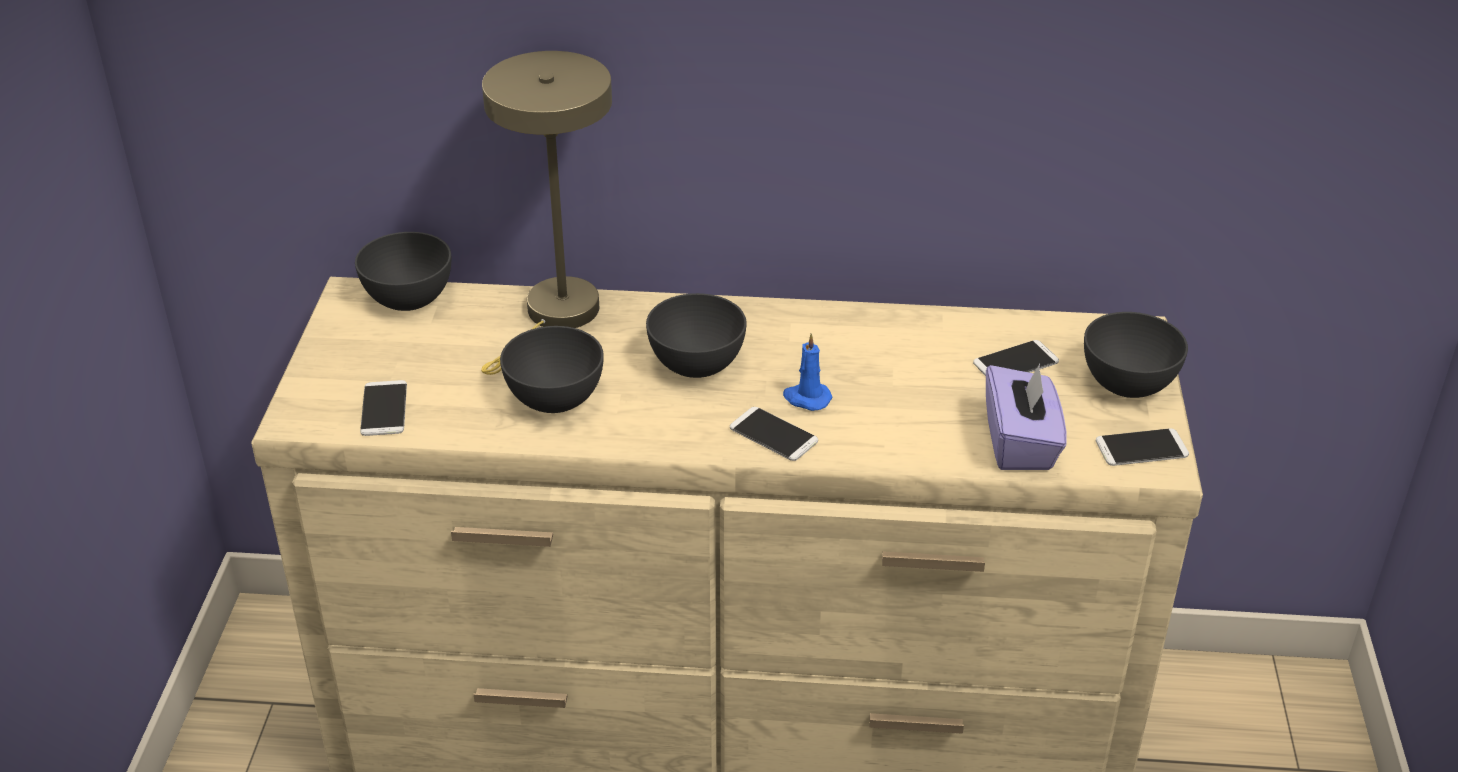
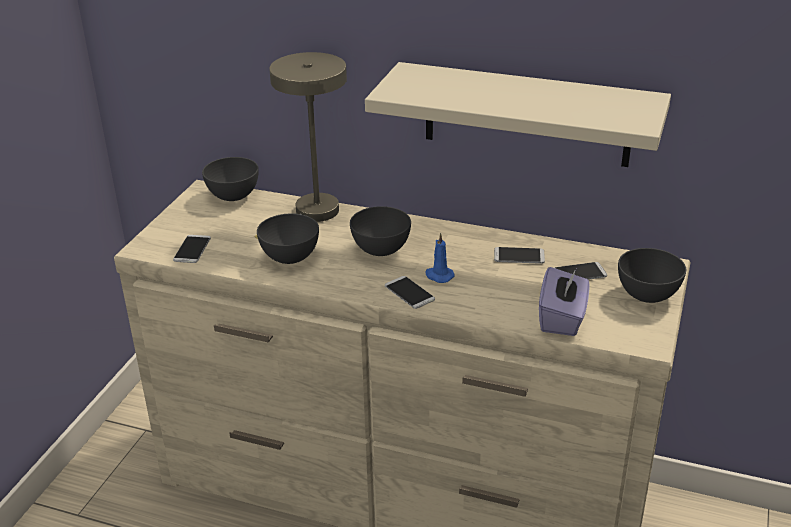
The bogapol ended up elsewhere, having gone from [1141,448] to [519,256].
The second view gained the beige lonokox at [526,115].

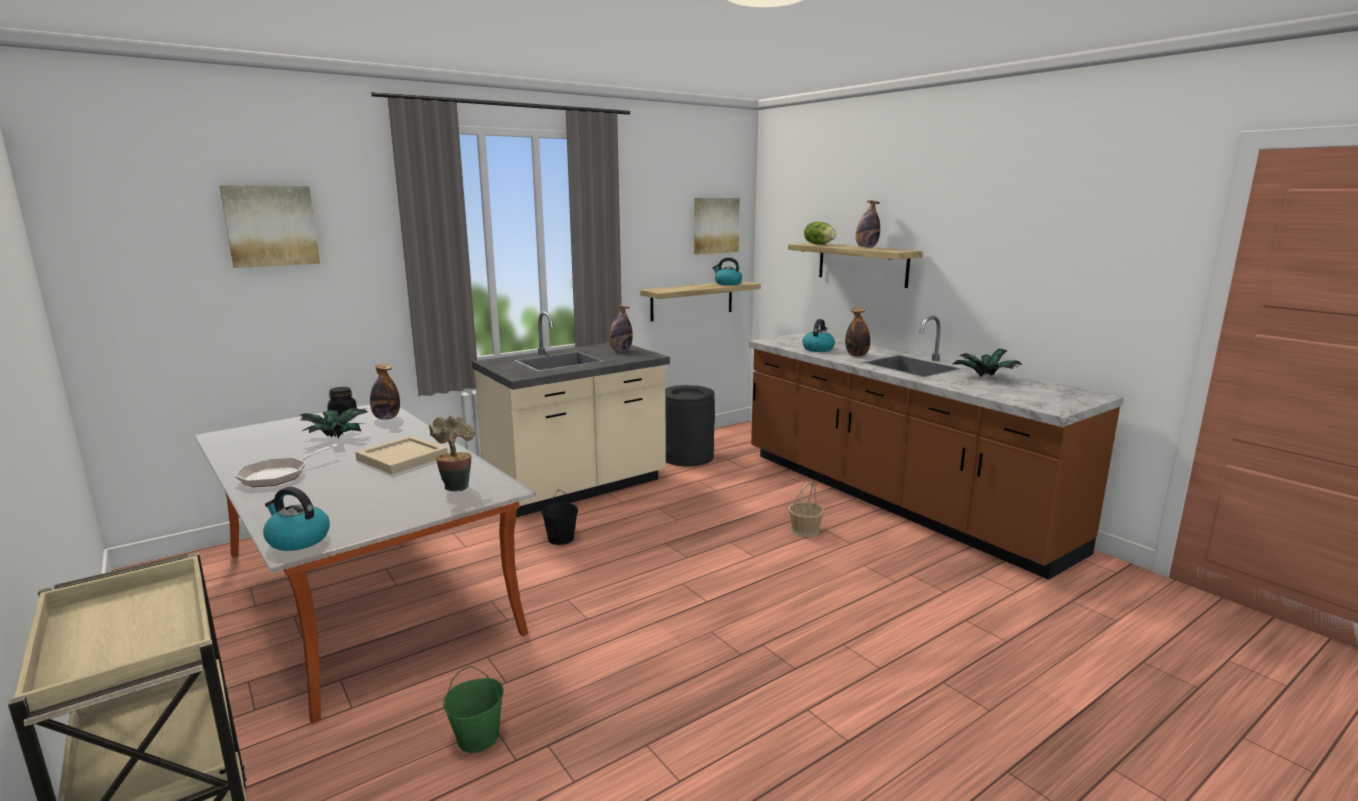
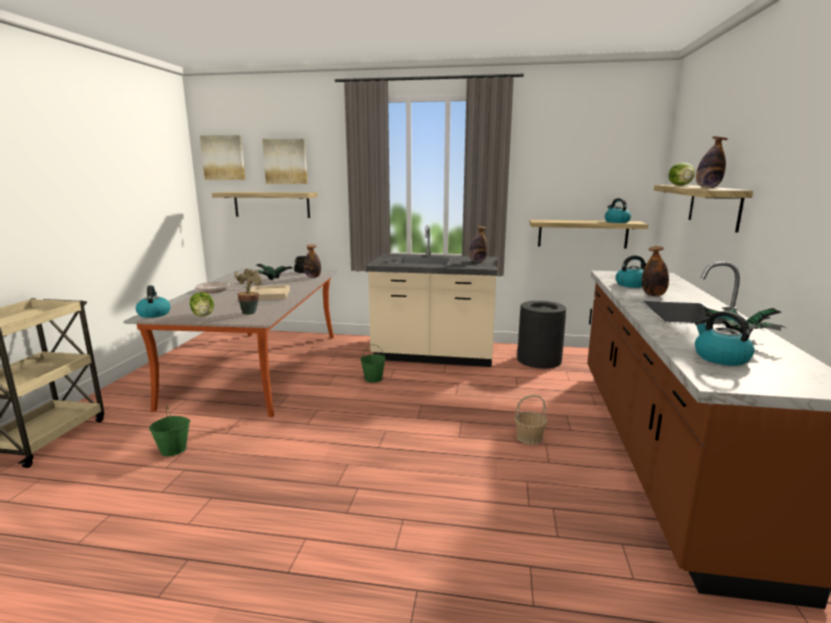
The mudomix ended up elsewhere, having gone from [715,225] to [223,157].
What was the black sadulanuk at [560,539] turned into the green sadulanuk at [373,379].
The second view gained the lonokox at [271,204].
The second view gained the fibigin at [204,315].
The second view gained the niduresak at [720,358].

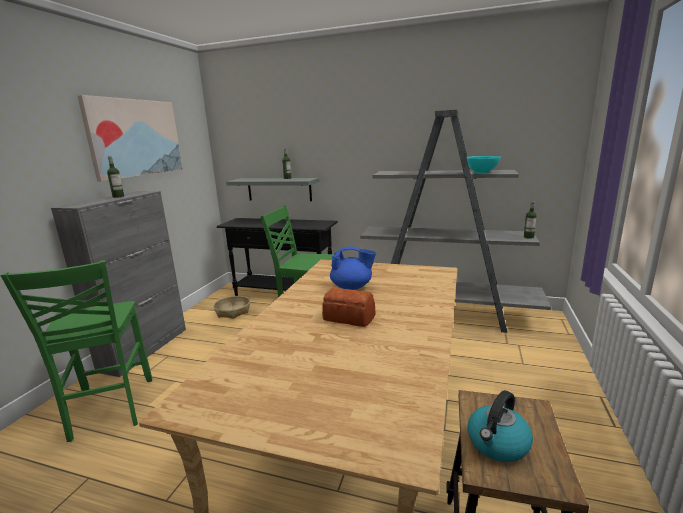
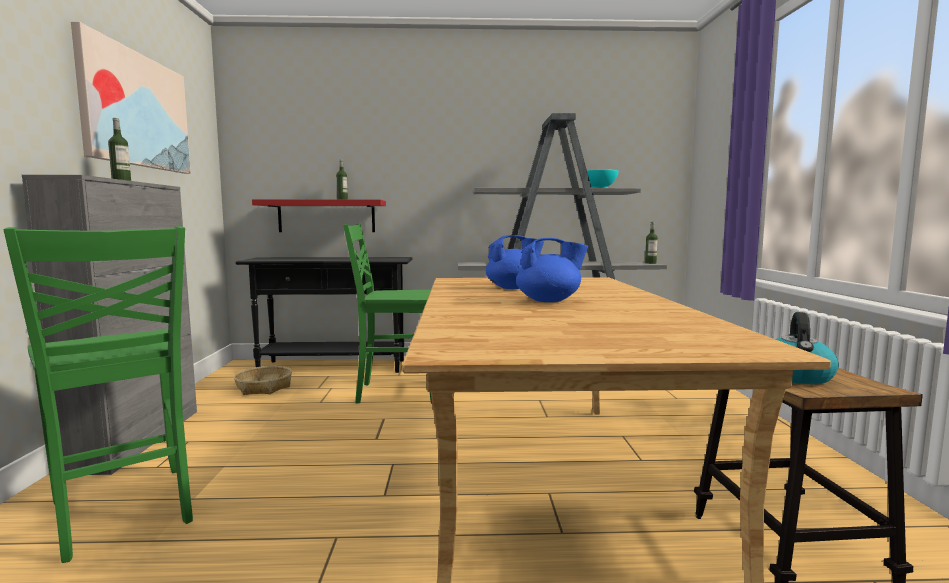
What was the grey lonokox at [279,189] turned into the red lonokox at [326,216].
Where the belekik stood at [350,318], the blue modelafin came to stand at [549,301].

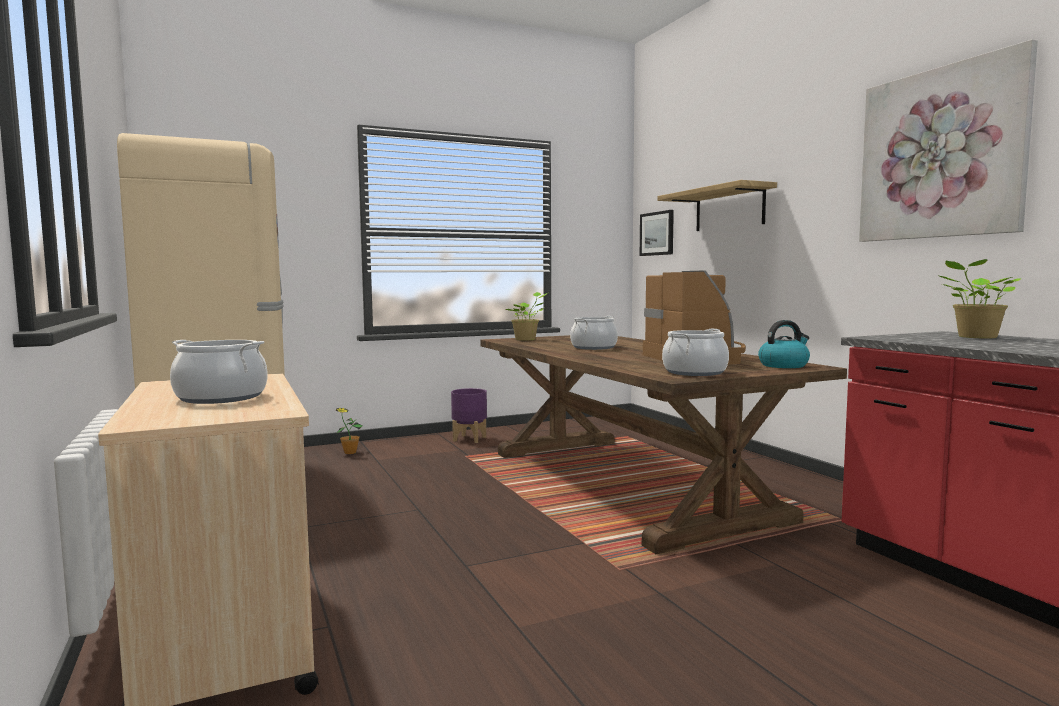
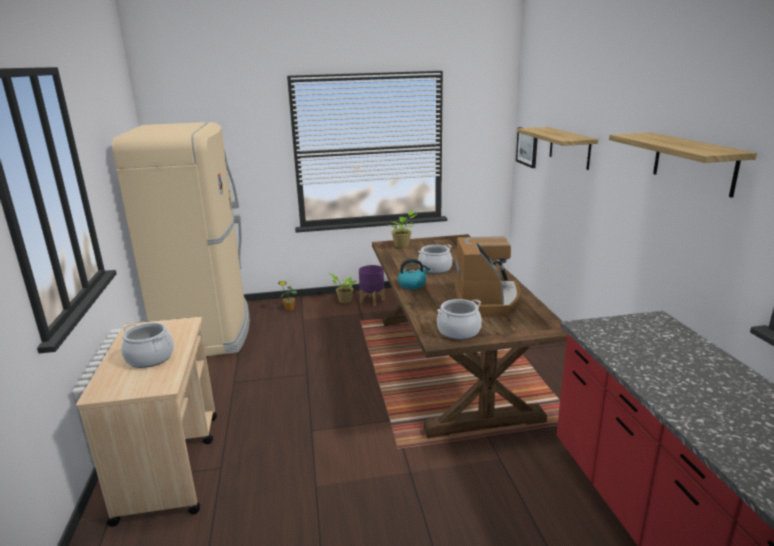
Where the mudomix hung at [940,153], the lonokox came to hang at [693,163].
The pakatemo ended up elsewhere, having gone from [975,337] to [344,301].
The niduresak ended up elsewhere, having gone from [784,365] to [412,284].

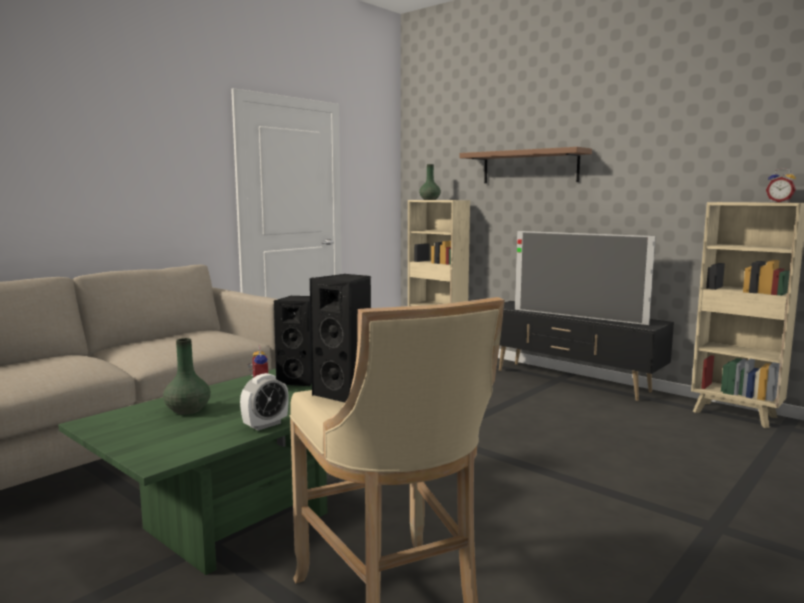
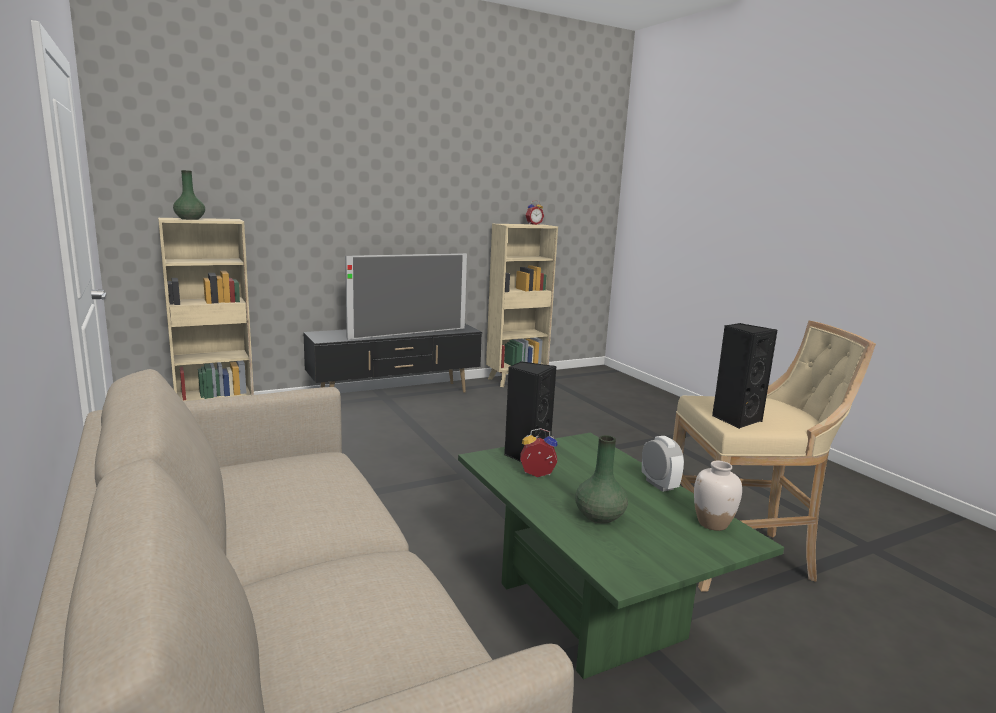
The second view lost the brown lonokox at [529,167].
The second view gained the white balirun at [712,524].

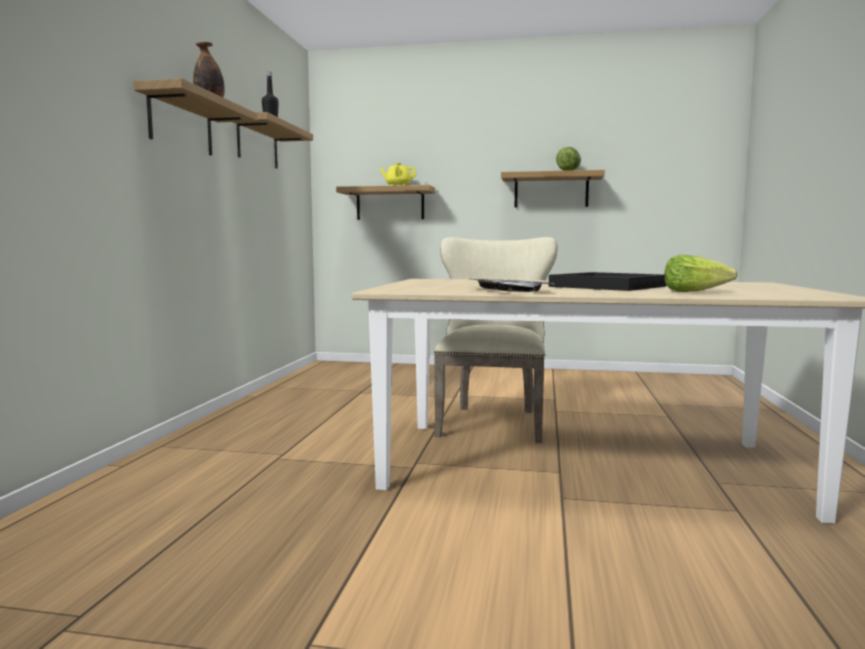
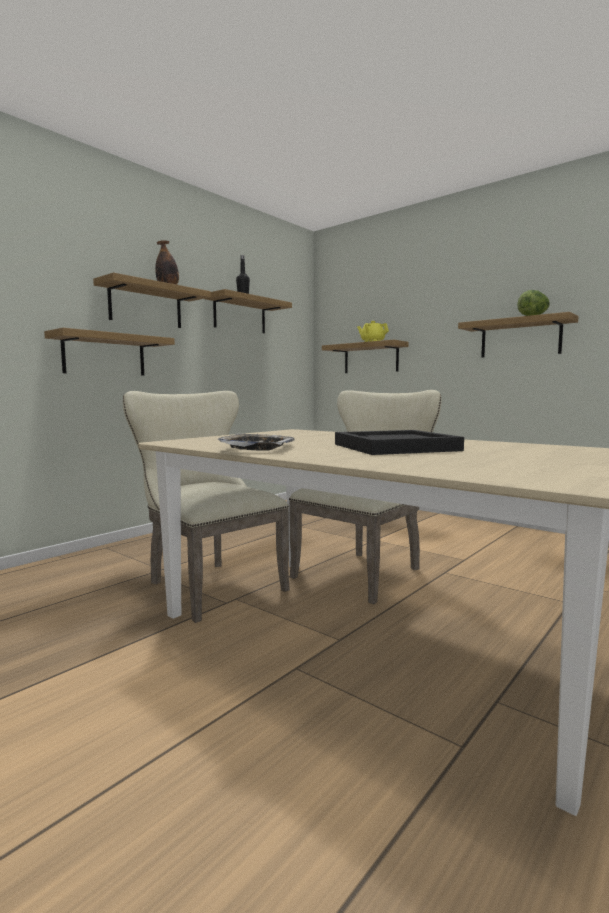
The second view lost the fibigin at [694,292].
The second view gained the lonokox at [104,355].
The second view gained the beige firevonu at [208,585].

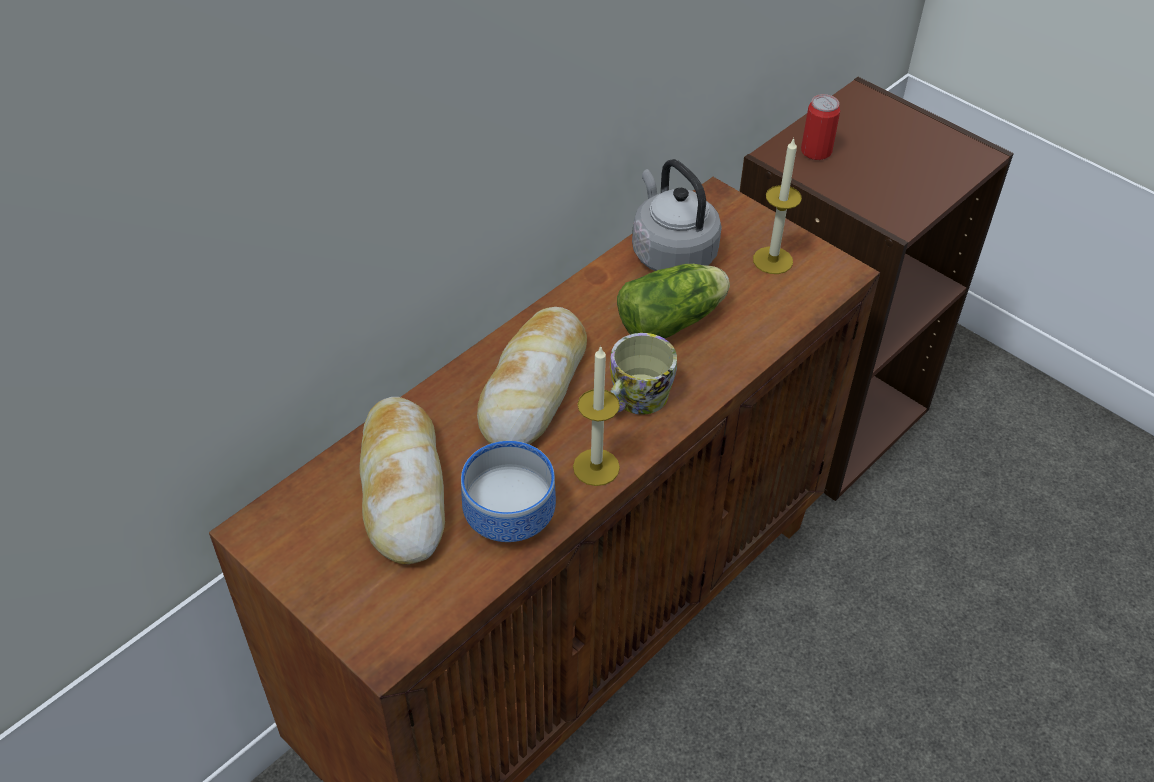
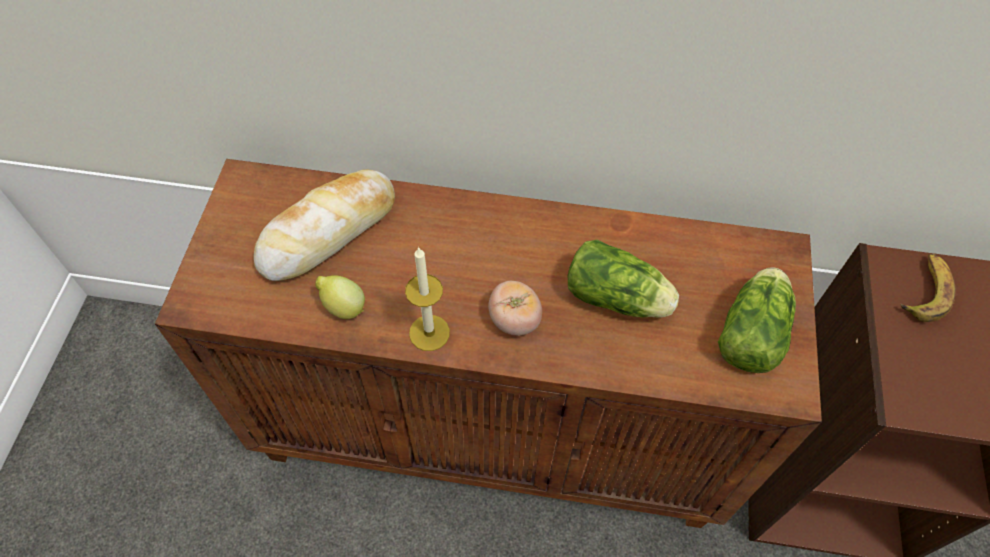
Where the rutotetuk stood at [816,151], the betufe came to stand at [925,291].
Where the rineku stood at [772,260], the fibigin came to stand at [752,330].
The second view lost the grey niduresak at [671,252].
The second view lost the belekik at [534,387].
Where the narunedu stood at [635,400], the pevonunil came to stand at [514,320].
Where the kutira stood at [508,519], the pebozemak came to stand at [343,307].

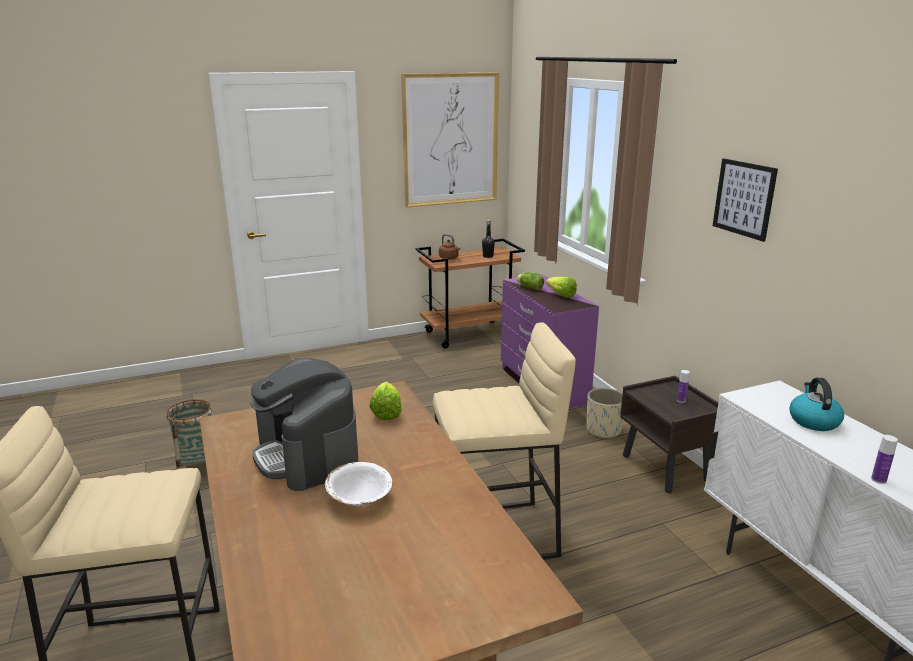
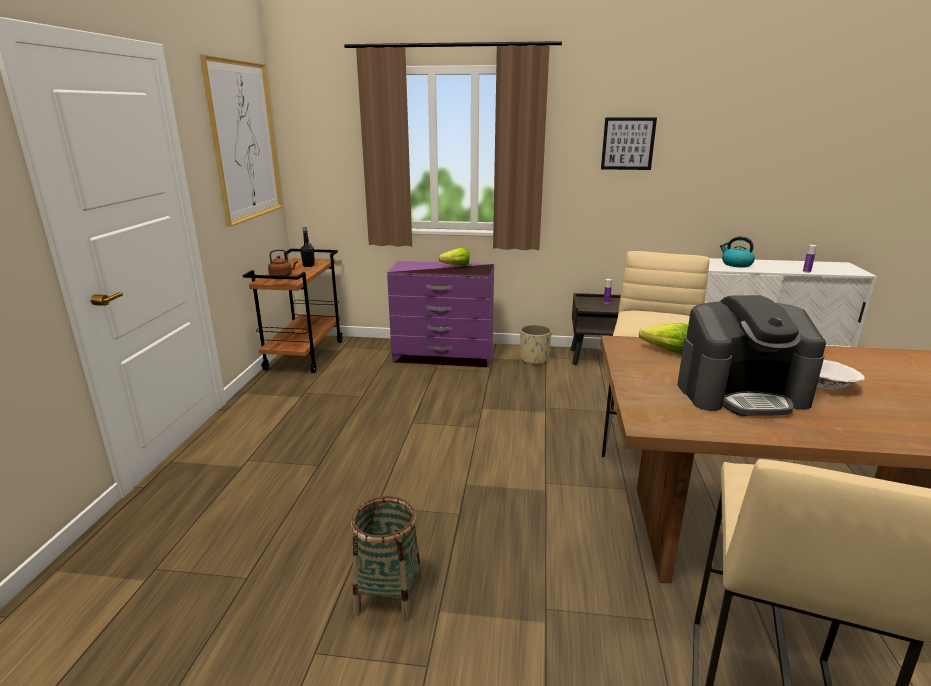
The second view lost the fibigin at [529,287].

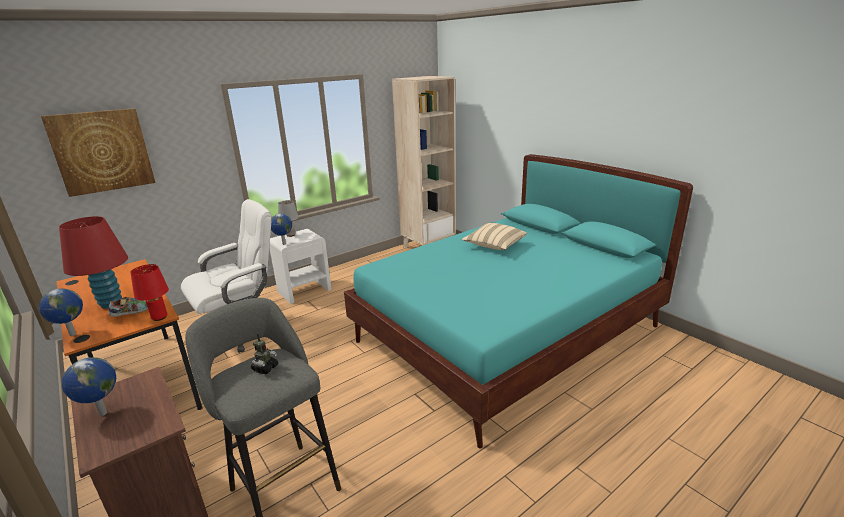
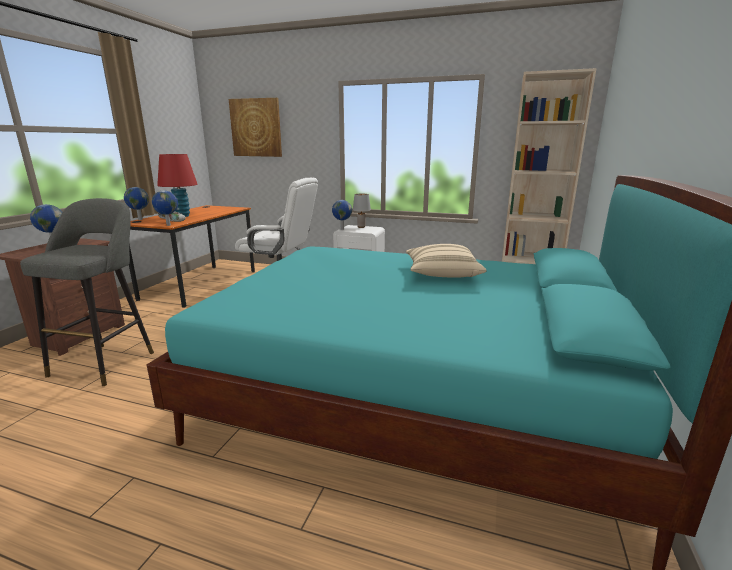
Where the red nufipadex stood at [159,318], the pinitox came to stand at [168,225].
The second view lost the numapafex at [265,368].

